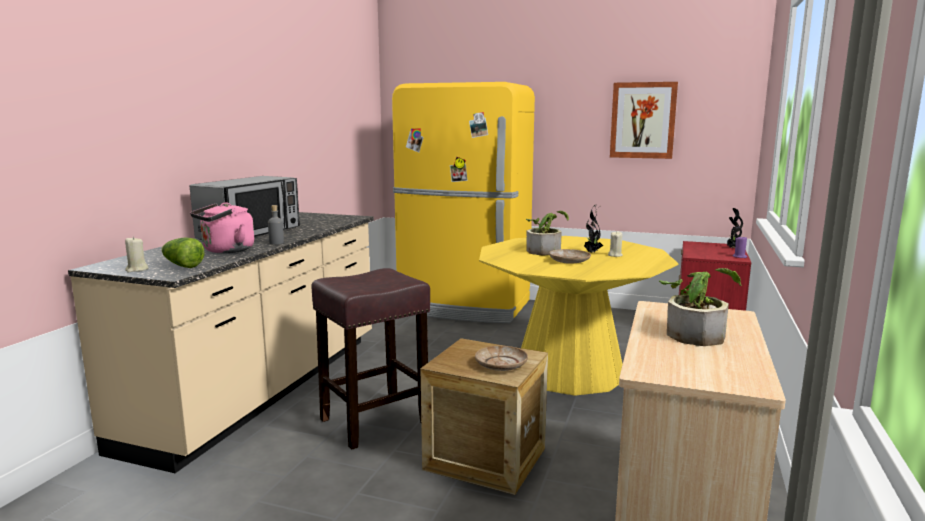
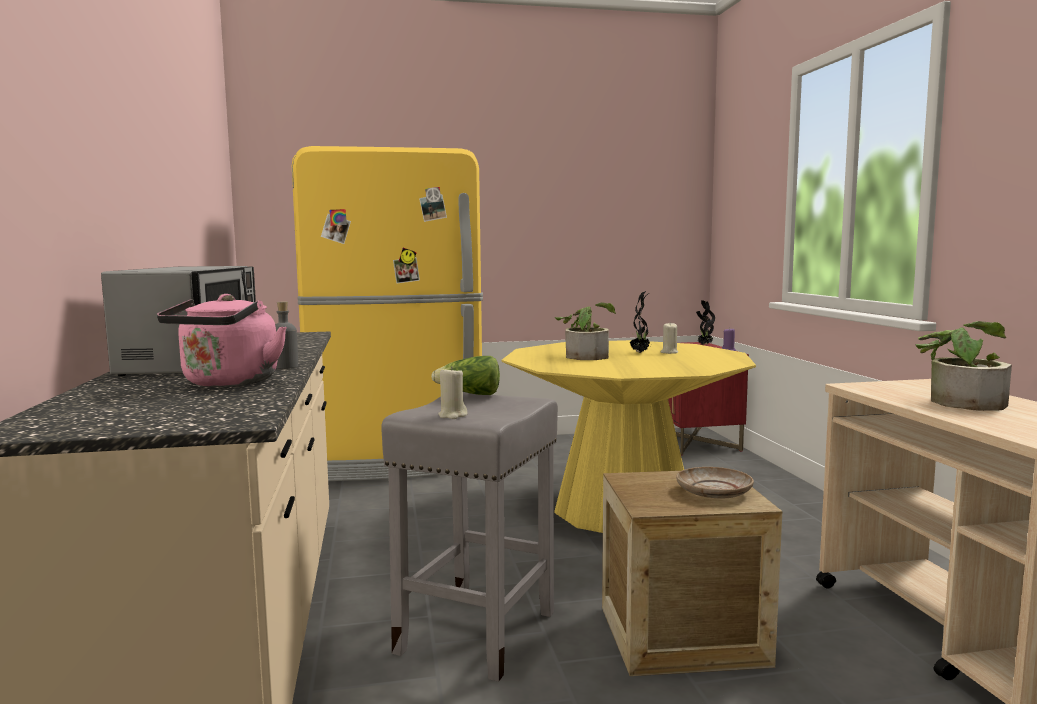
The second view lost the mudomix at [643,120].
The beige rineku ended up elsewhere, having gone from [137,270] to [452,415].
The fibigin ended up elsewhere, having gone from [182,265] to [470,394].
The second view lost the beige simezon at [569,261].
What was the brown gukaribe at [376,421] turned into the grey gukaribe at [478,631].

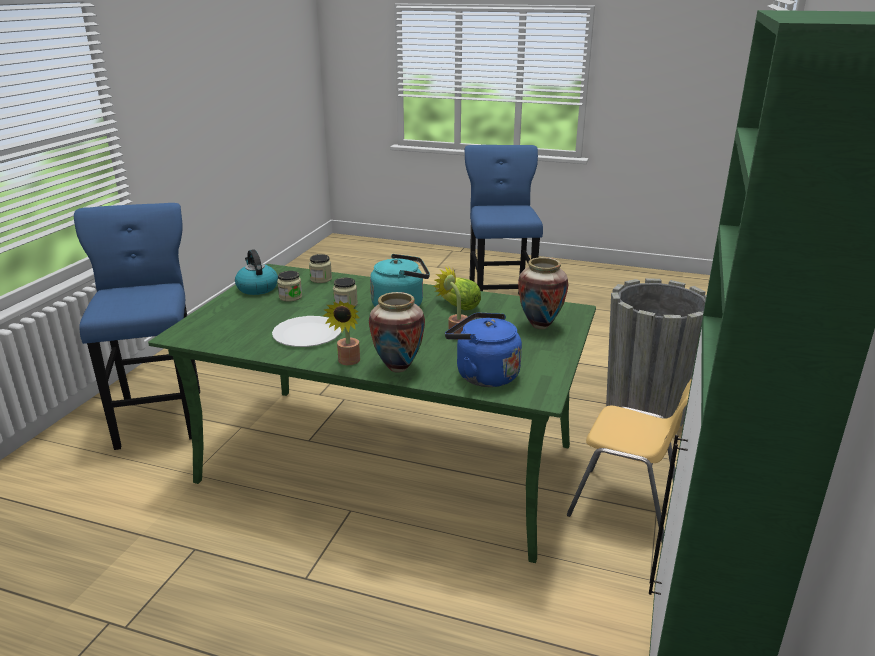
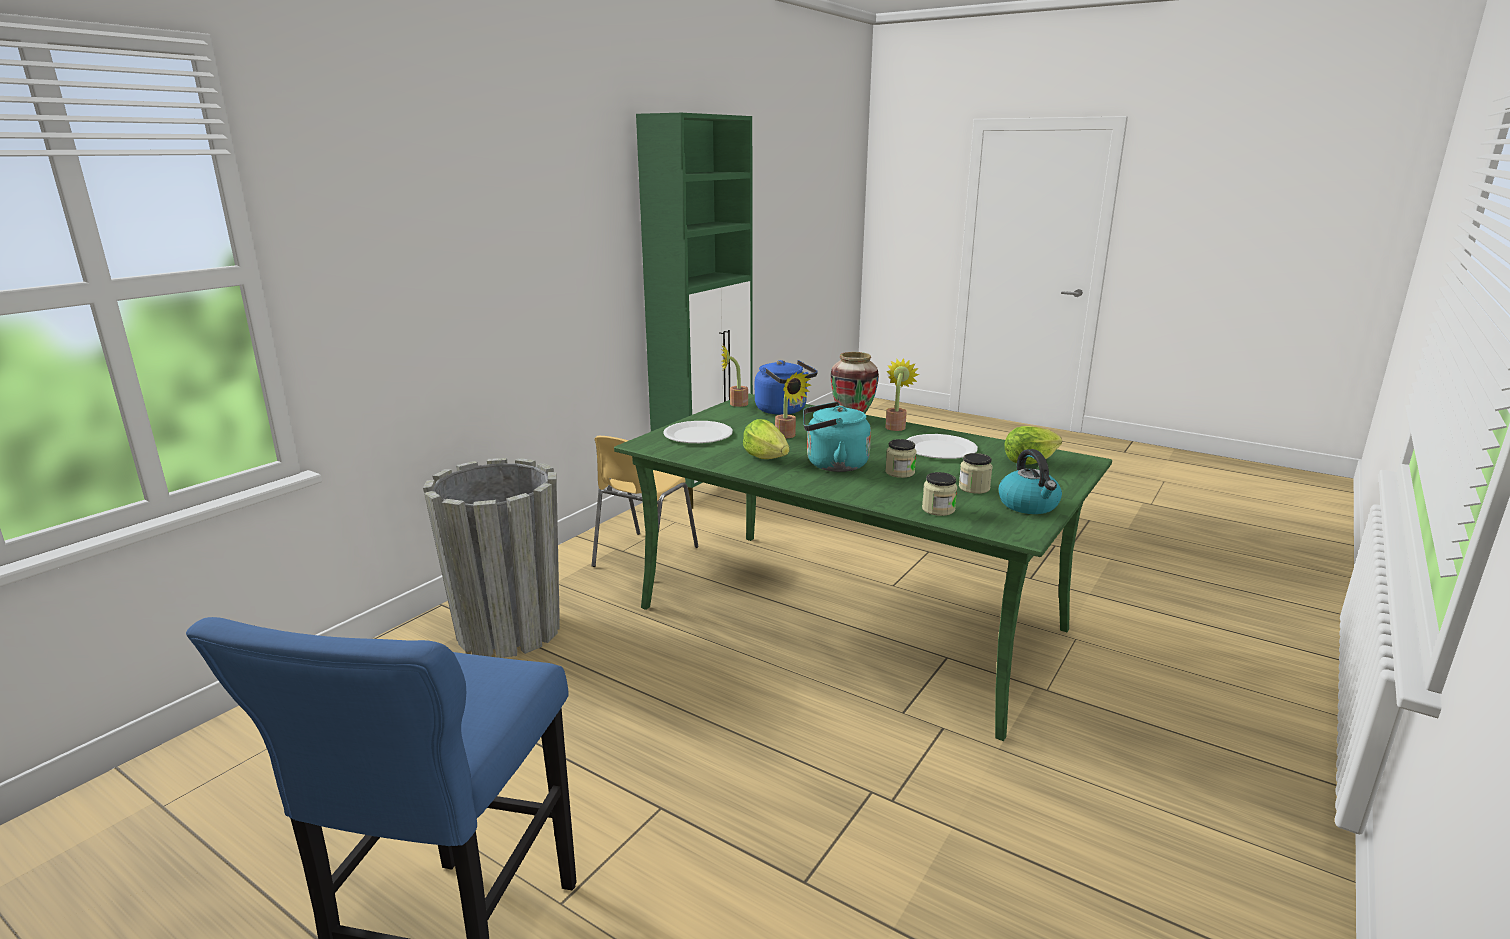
The second view lost the blue gukaribe at [160,415].
Where the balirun stood at [539,326], the white simezon came to stand at [698,434].
The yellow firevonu at [625,506] ended up facing another way, 105 degrees counterclockwise from before.
The second view gained the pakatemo at [734,404].
The second view gained the fibigin at [1028,462].

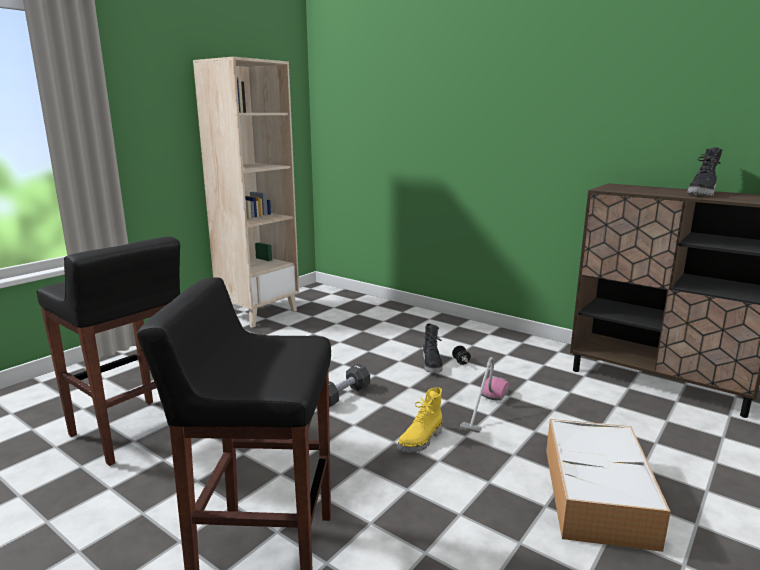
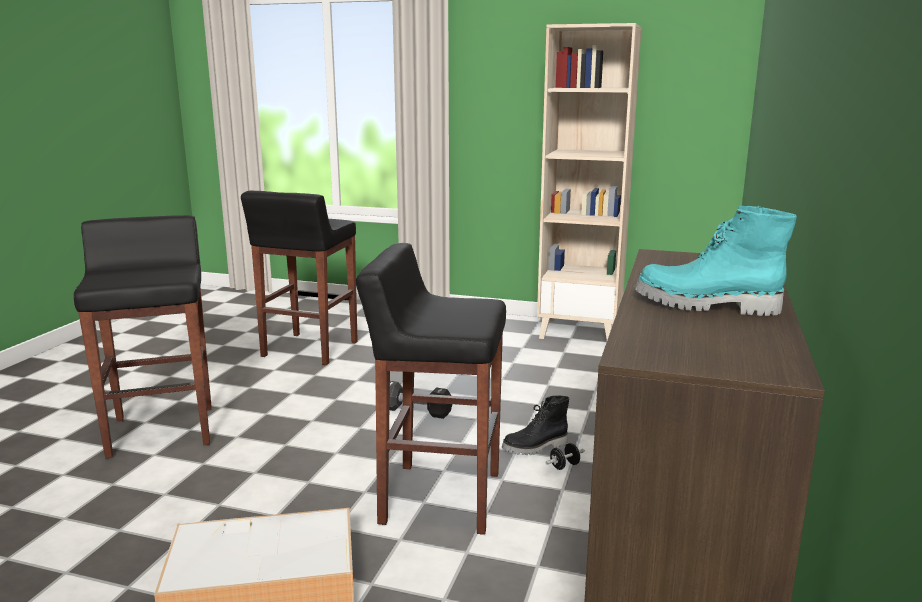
What was the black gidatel at [702,194] turned into the turquoise gidatel at [706,306].
Where the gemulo stood at [485,408], the black gukaribe came to stand at [438,497].
The second view lost the yellow gidatel at [421,441].

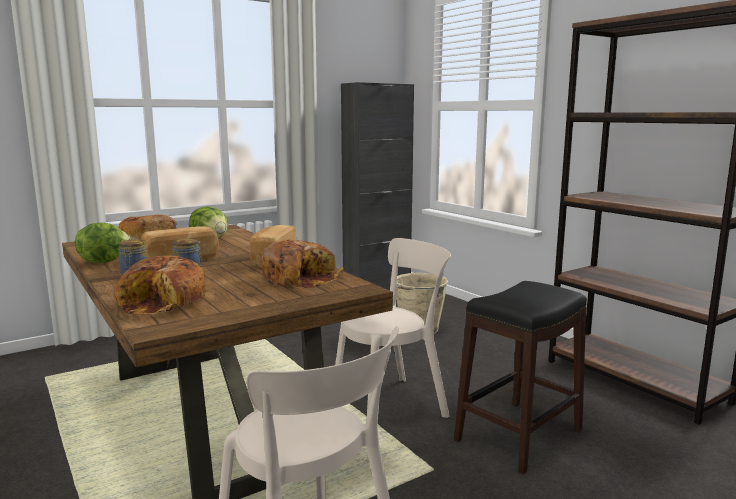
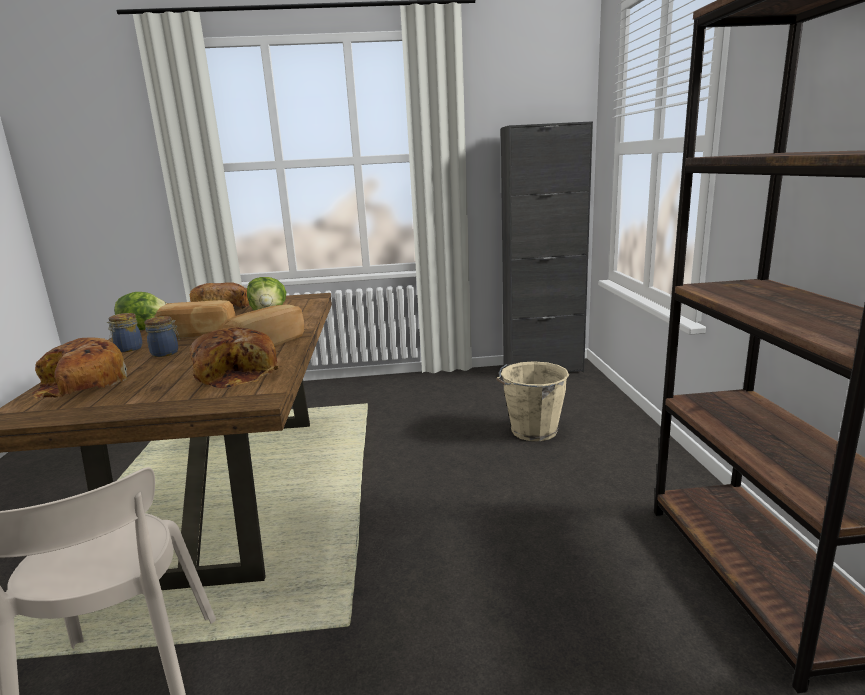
The second view lost the beige firevonu at [393,404].
The second view lost the black gukaribe at [520,435].

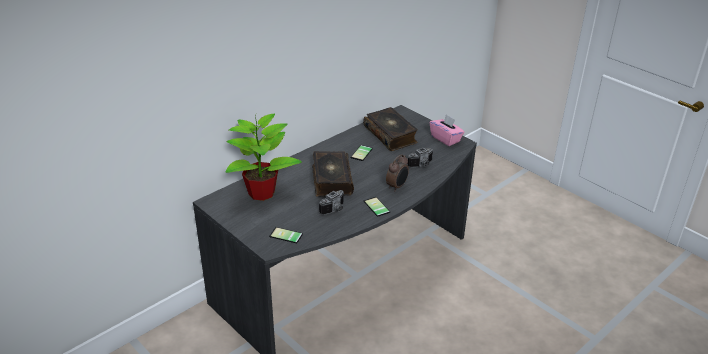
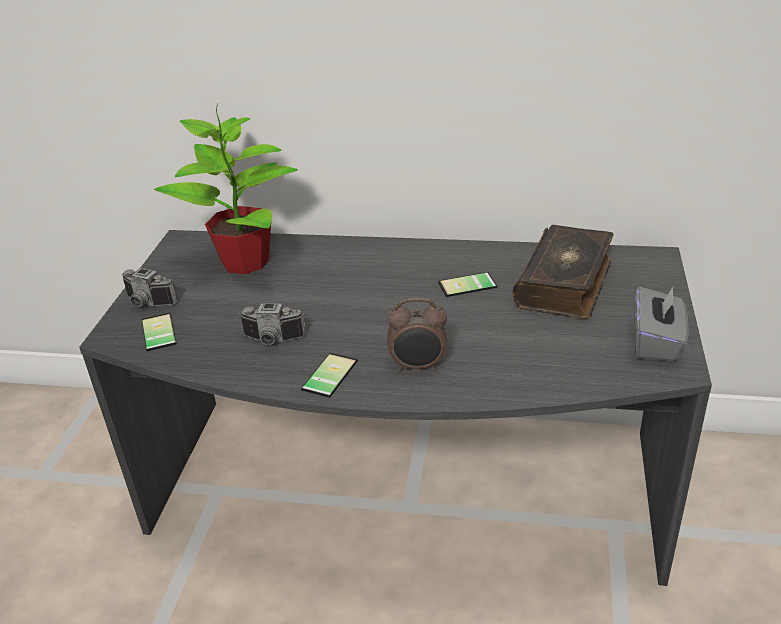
What was the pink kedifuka at [446,139] turned into the grey kedifuka at [656,342].
The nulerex ended up elsewhere, having gone from [422,165] to [147,303].
The second view lost the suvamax at [331,180].

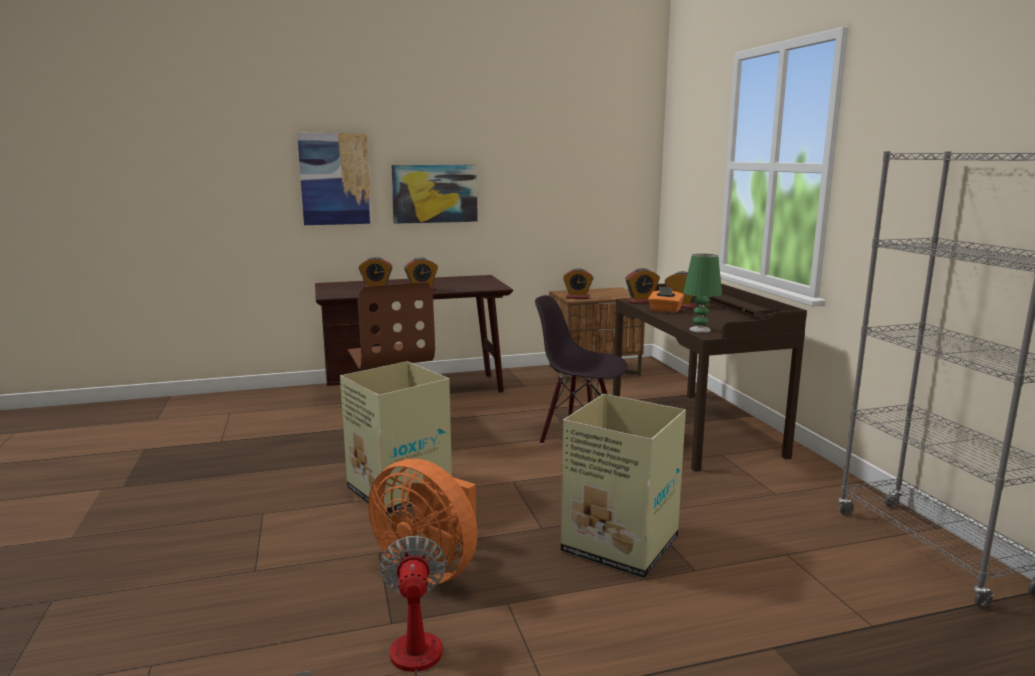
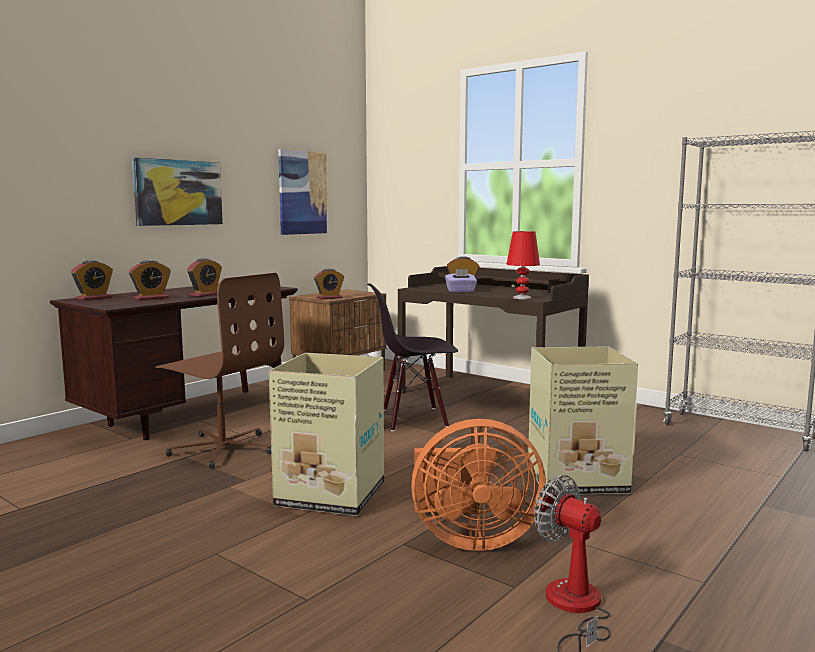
The mudomix ended up elsewhere, having gone from [335,179] to [302,192].
What was the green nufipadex at [700,330] turned into the red nufipadex at [522,298].
The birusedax ended up elsewhere, having gone from [641,302] to [94,298].
What was the orange kedifuka at [665,311] turned into the purple kedifuka at [460,291].

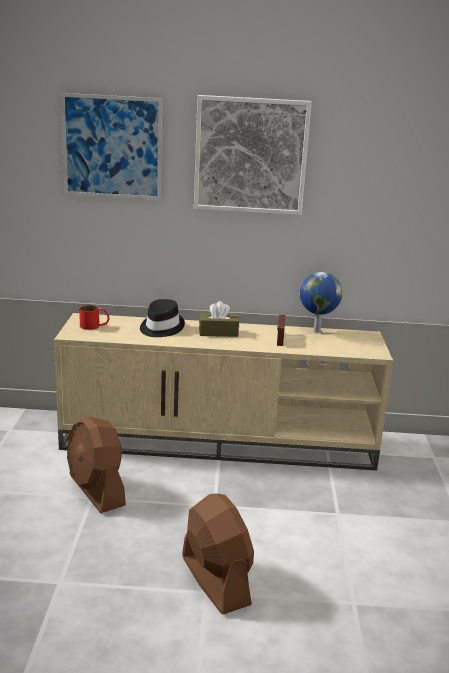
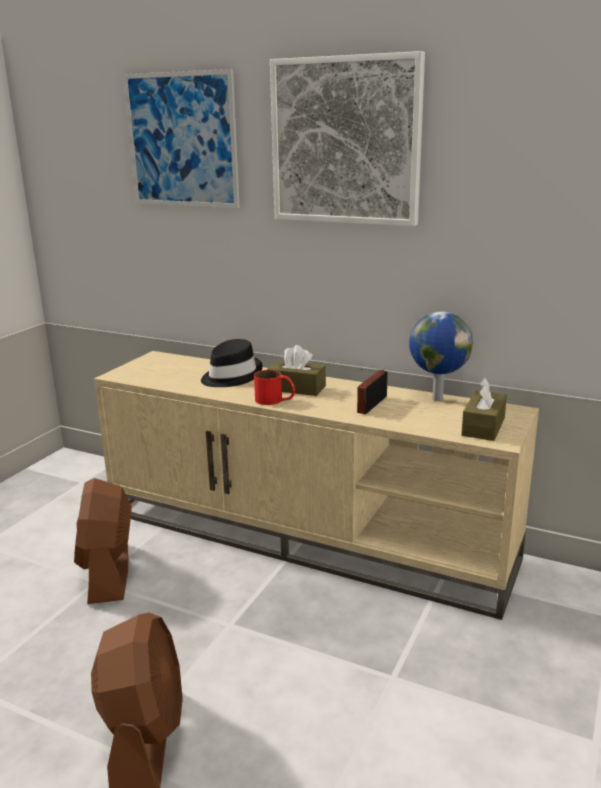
The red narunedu ended up elsewhere, having gone from [94,326] to [275,400].
The second view gained the brown kedifuka at [483,426].

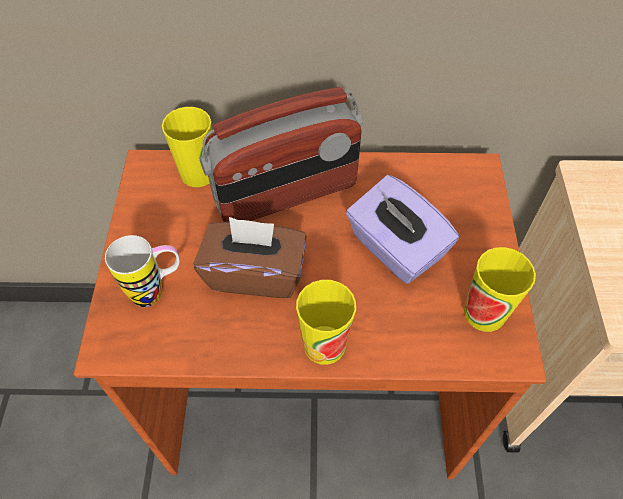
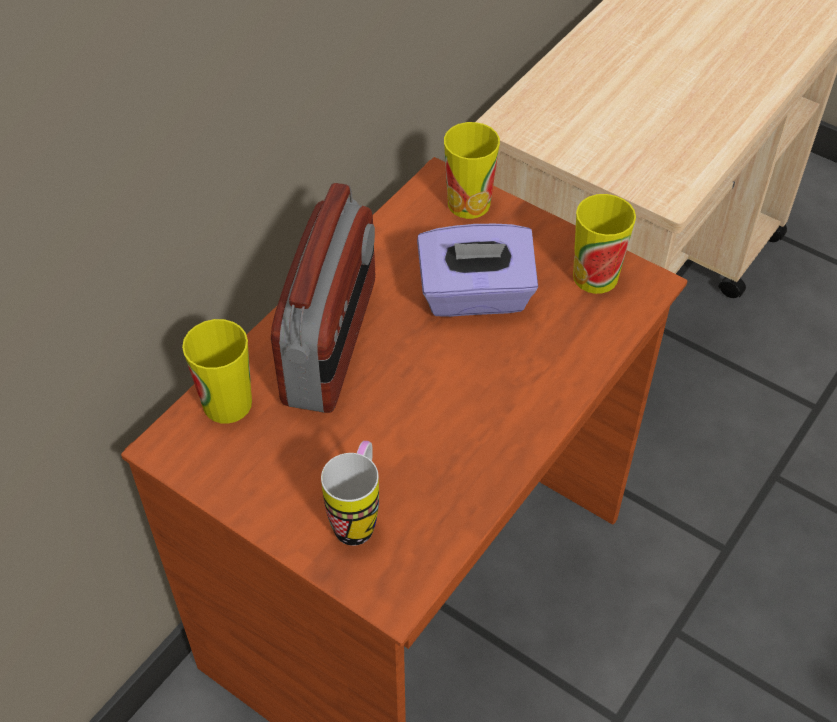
The second view lost the brown kedifuka at [255,273].
The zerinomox ended up elsewhere, having gone from [324,344] to [468,203].

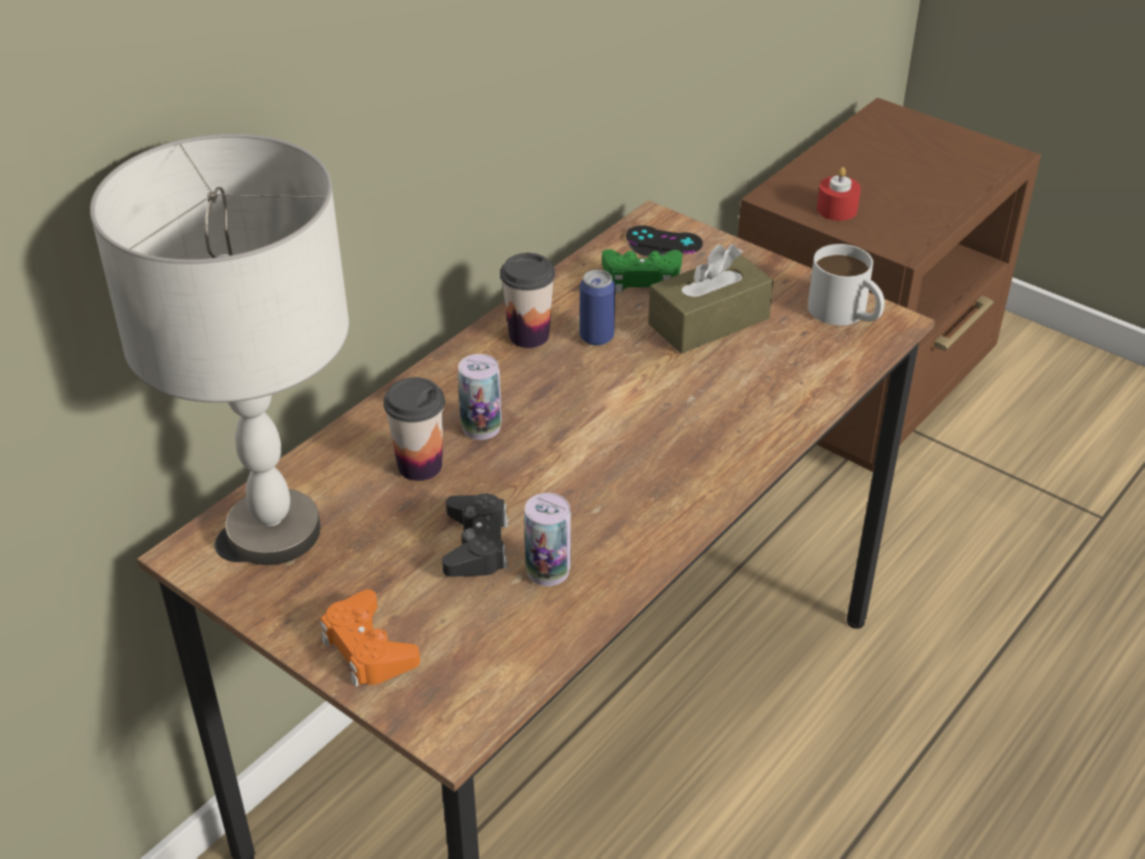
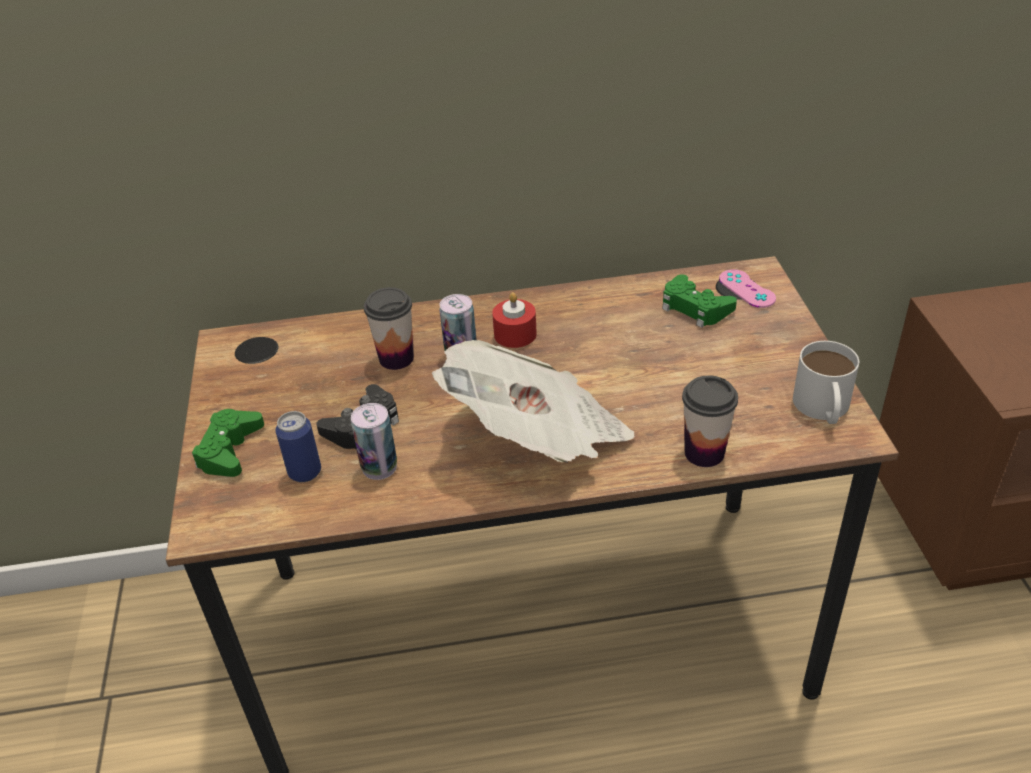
The second view lost the grey nufipadex at [273,531].
The red rineku ended up elsewhere, having gone from [837,209] to [515,334].
What was the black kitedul at [664,240] turned into the pink kitedul at [747,289].
The second view lost the brown kedifuka at [709,321].
The zerinomox ended up elsewhere, having gone from [529,335] to [704,453].
The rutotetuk ended up elsewhere, having gone from [596,337] to [305,472].
What was the orange kitedul at [368,648] turned into the green kitedul at [230,450].
The second view gained the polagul at [538,438].

